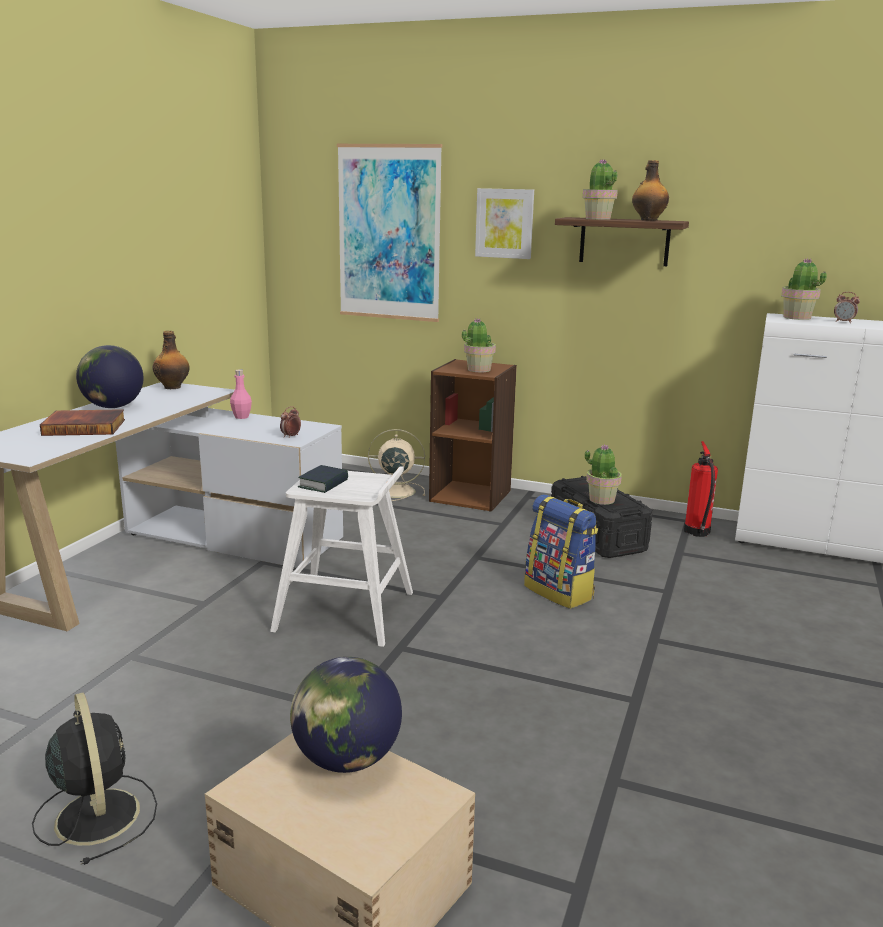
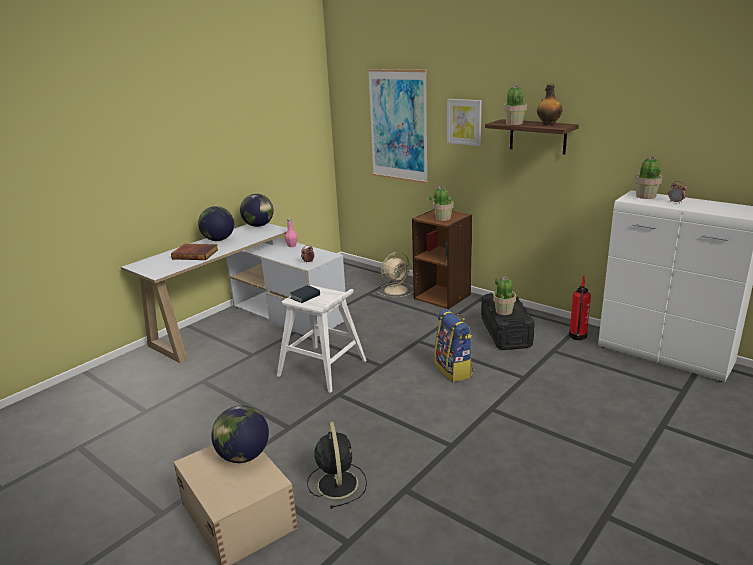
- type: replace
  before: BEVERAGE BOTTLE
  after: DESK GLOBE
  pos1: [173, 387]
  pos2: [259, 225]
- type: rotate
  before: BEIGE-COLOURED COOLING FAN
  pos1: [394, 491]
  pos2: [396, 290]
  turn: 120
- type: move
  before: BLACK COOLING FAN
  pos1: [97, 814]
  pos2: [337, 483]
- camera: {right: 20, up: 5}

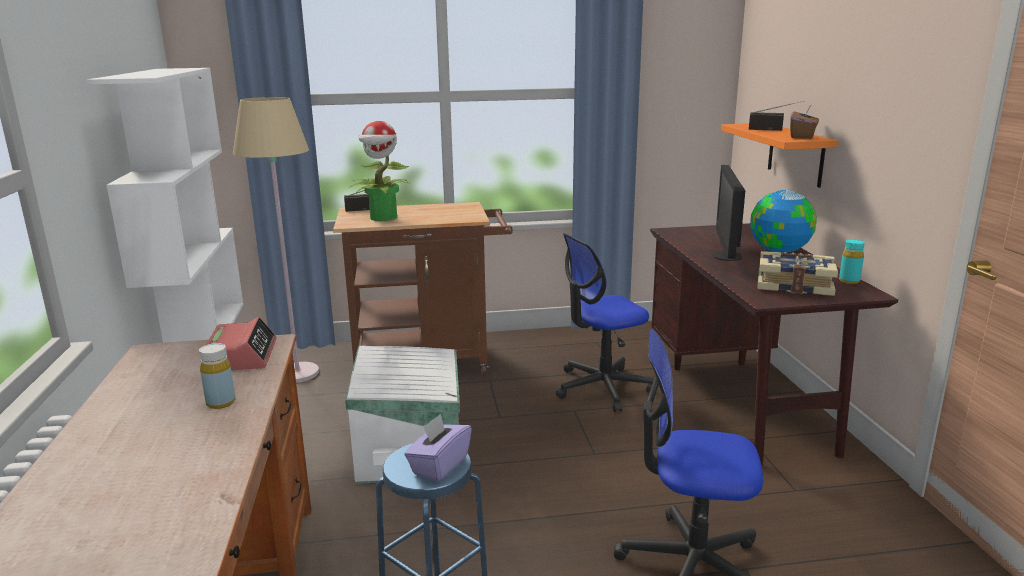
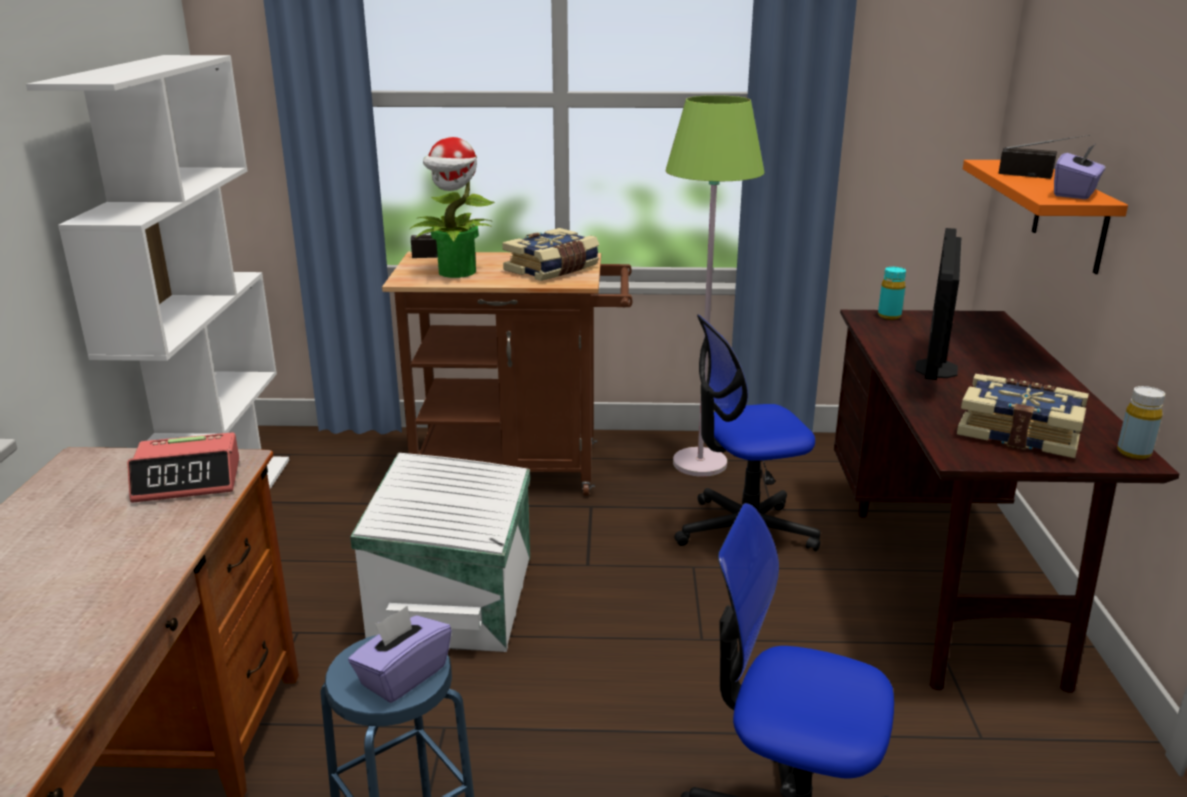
- type: delete
  before: BEIGE-COLOURED FLOOR LAMP
  pos1: [298, 373]
- type: recolor
  before: BROWN TISSUE HOLDER
  after: PURPLE TISSUE HOLDER
  pos1: [802, 136]
  pos2: [1075, 194]
- type: delete
  before: DESK GLOBE
  pos1: [779, 251]
- type: move
  before: BLUE-GREEN BEVERAGE BOTTLE
  pos1: [849, 281]
  pos2: [889, 316]
- type: rotate
  before: TABLE CLOCK
  pos1: [242, 356]
  pos2: [188, 480]
  turn: 75
- type: move
  before: YELLOW BEVERAGE BOTTLE
  pos1: [221, 403]
  pos2: [1133, 453]
- type: insert
  after: GREENISH FLOOR LAMP
  pos2: [700, 463]
- type: insert
  after: BOUND BOOK
  pos2: [553, 269]
- camera: {right: 10, up: 5}

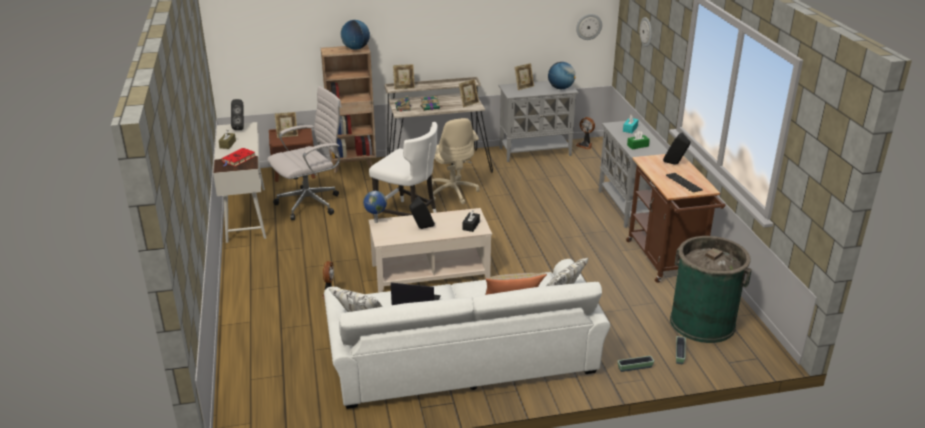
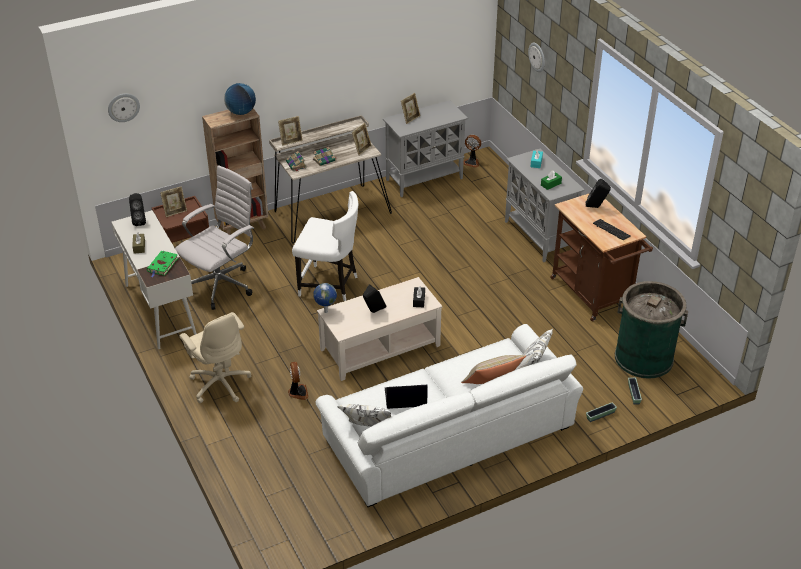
- type: move
  before: CLOCK ON THE WALL
  pos1: [588, 26]
  pos2: [123, 107]
- type: delete
  before: DESK GLOBE
  pos1: [560, 88]
- type: move
  before: BEIGE-COLOURED OFFICE CHAIR
  pos1: [452, 192]
  pos2: [220, 383]
- type: recolor
  before: REDDISH BOUND BOOK
  after: GREENISH BOUND BOOK
  pos1: [238, 159]
  pos2: [162, 265]
- camera: {right: -15, up: 10}

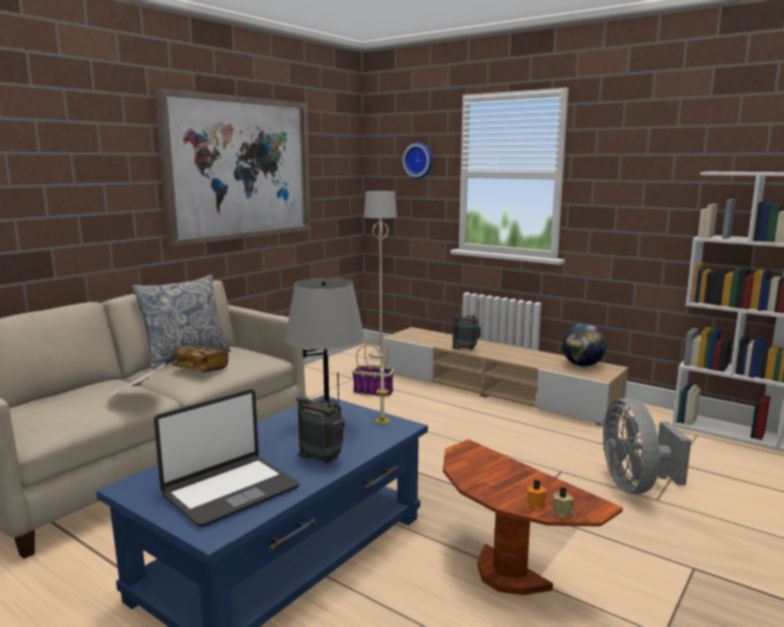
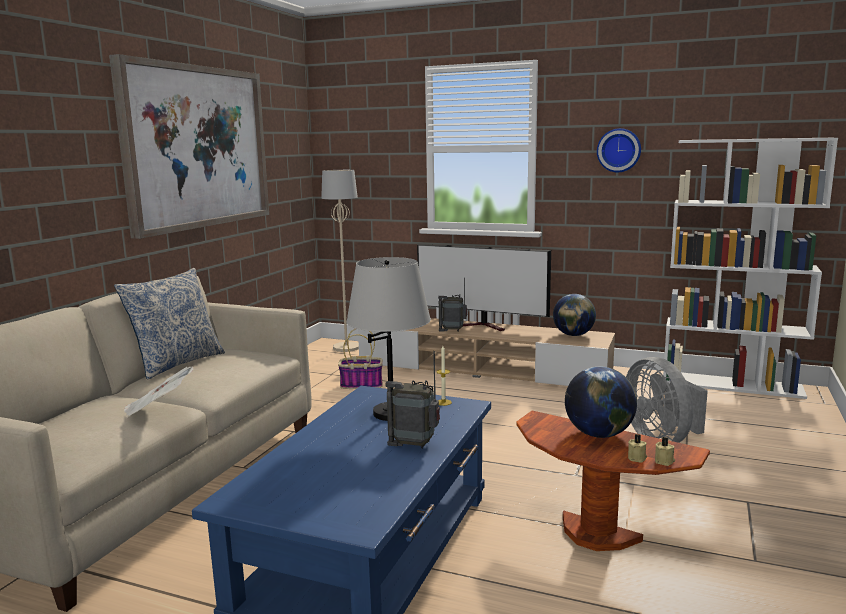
- type: move
  before: CLOCK ON THE WALL
  pos1: [419, 160]
  pos2: [619, 150]
- type: delete
  before: BOUND BOOK
  pos1: [200, 369]
- type: delete
  before: LAPTOP
  pos1: [230, 491]
- type: recolor
  before: ORANGE CANDLE
  after: BEIGE-COLOURED CANDLE
  pos1: [536, 504]
  pos2: [637, 458]
- type: insert
  after: TV
  pos2: [483, 326]
- type: insert
  after: DESK GLOBE
  pos2: [599, 434]
- camera: {right: -15, up: 0}

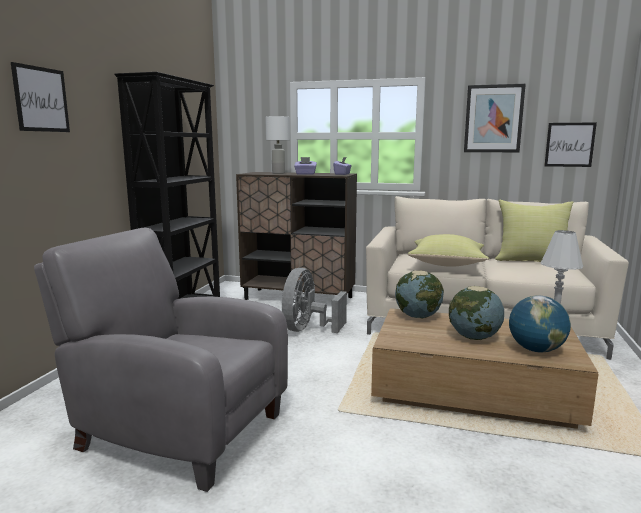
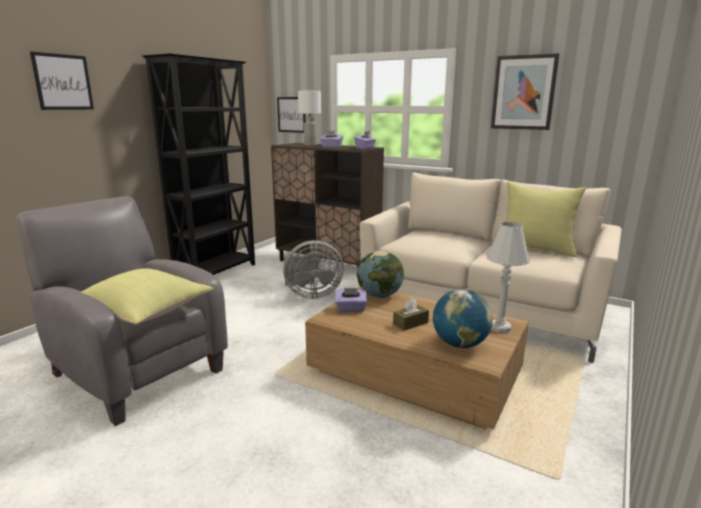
- type: move
  before: WALL ART
  pos1: [569, 144]
  pos2: [291, 114]
- type: move
  before: YELLOW PILLOW
  pos1: [447, 264]
  pos2: [147, 313]
- type: rotate
  before: GREY COOLING FAN
  pos1: [307, 329]
  pos2: [311, 294]
  turn: -135
- type: replace
  before: DESK GLOBE
  after: BROWN TISSUE HOLDER
  pos1: [474, 337]
  pos2: [410, 323]
- type: insert
  after: PURPLE TISSUE HOLDER
  pos2: [350, 309]
- camera: {right: 15, up: 5}

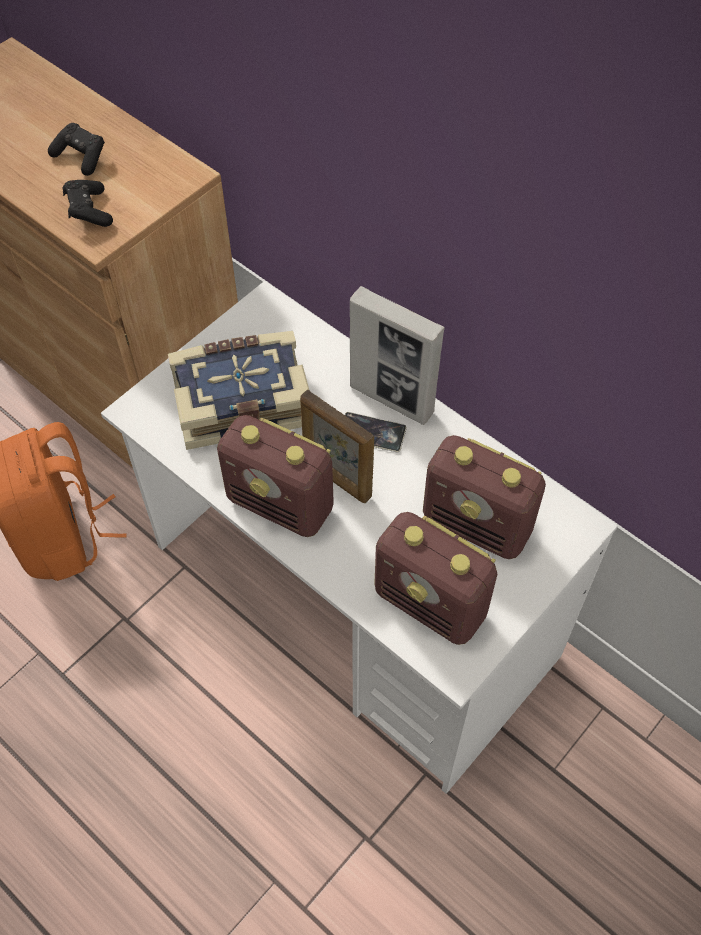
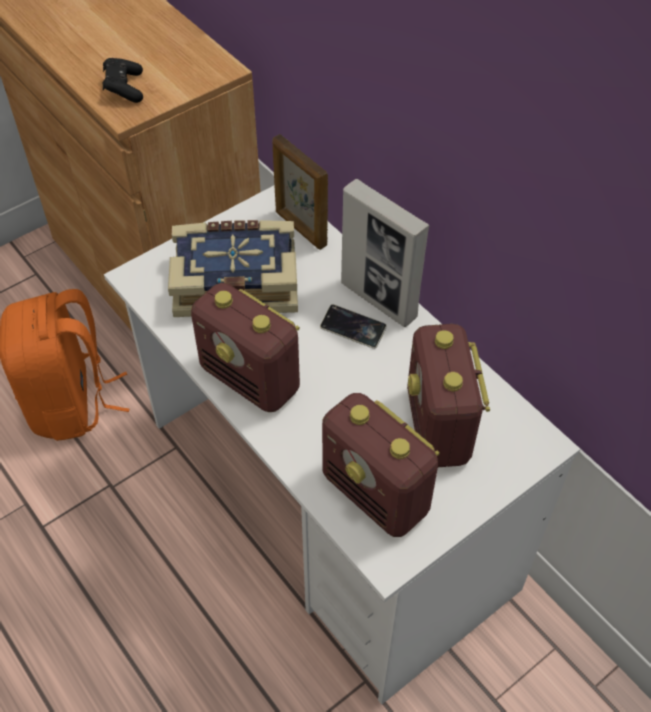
- type: delete
  before: BLACK GAMEPAD
  pos1: [81, 157]
- type: move
  before: PHOTO FRAME
  pos1: [336, 479]
  pos2: [300, 229]
- type: rotate
  before: RADIO
  pos1: [478, 525]
  pos2: [438, 427]
  turn: 45
- camera: {right: 10, up: -5}

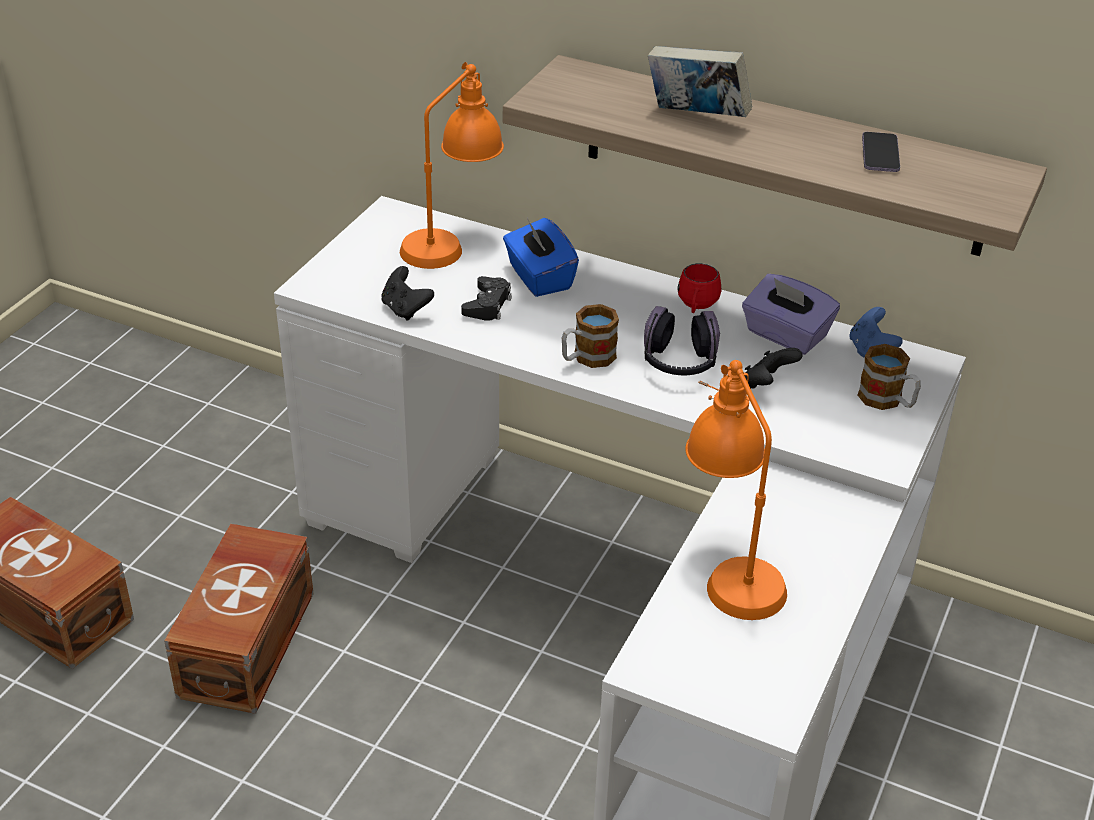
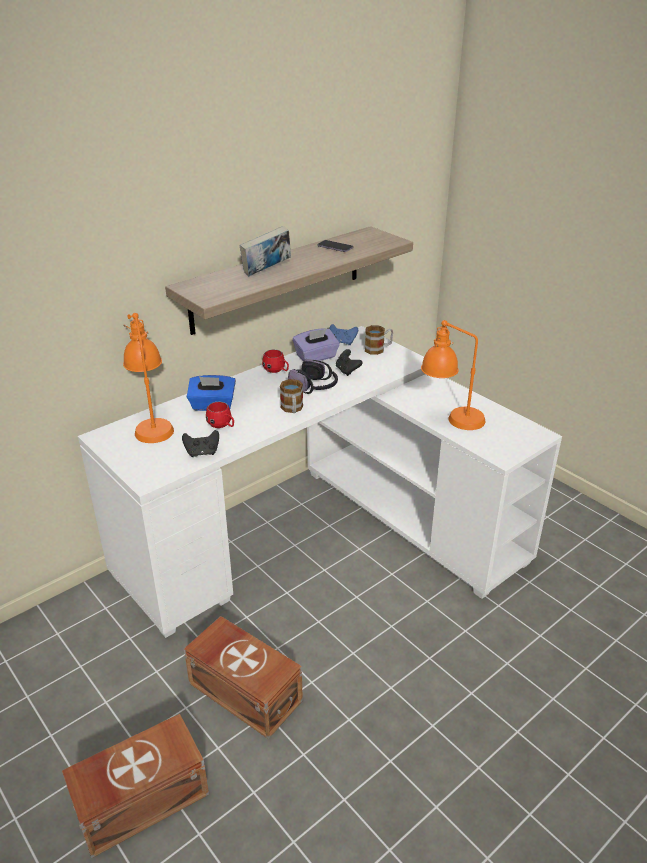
- type: replace
  before: BLACK GAMEPAD
  after: REDDISH TEA MUG
  pos1: [487, 305]
  pos2: [222, 426]
- camera: {right: -65, up: -5}

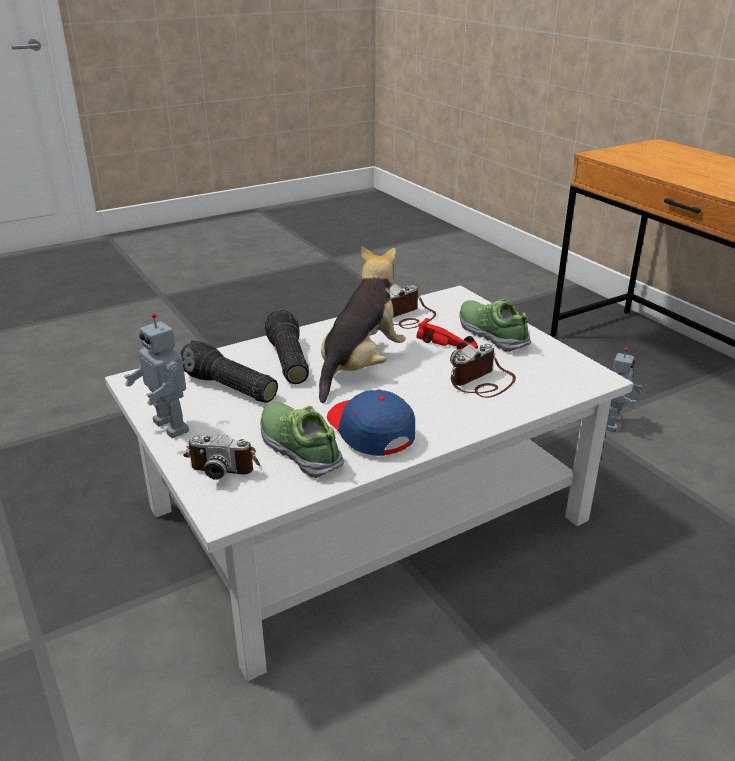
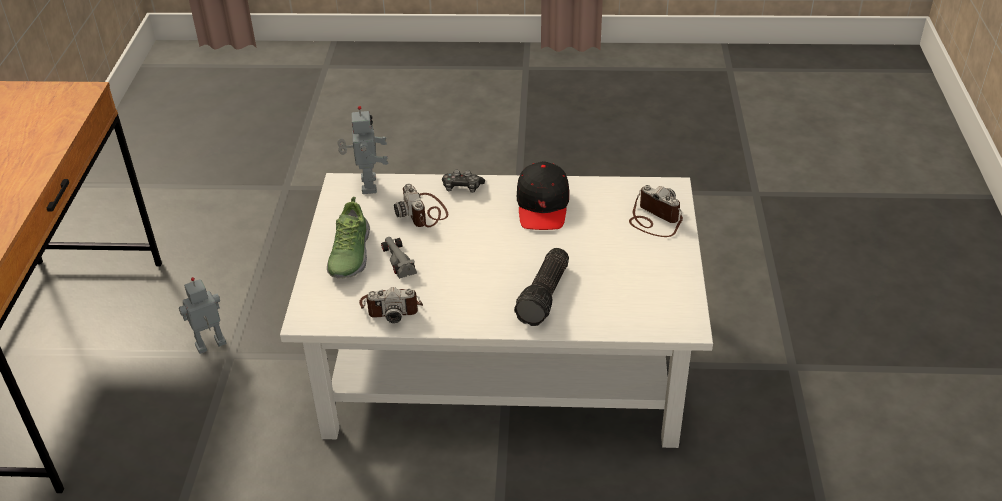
- type: delete
  before: CUDDLY TOY
  pos1: [360, 367]
- type: move
  before: MODEL ROBOT
  pos1: [173, 426]
  pos2: [367, 185]
- type: recolor
  before: REDDISH MODEL CAR
  after: GREY MODEL CAR
  pos1: [448, 343]
  pos2: [398, 259]
- type: delete
  before: TORCH
  pos1: [228, 387]
- type: rotate
  before: PHOTO CAMERA
  pos1: [482, 382]
  pos2: [423, 212]
  turn: 75
- type: recolor
  before: BLUE-COLOURED BASEBALL CAP
  after: BLACK BASEBALL CAP
  pos1: [369, 431]
  pos2: [543, 206]
- type: delete
  before: SHOE
  pos1: [300, 448]
- type: insert
  after: GAMEPAD
  pos2: [462, 187]
- camera: {right: -145, up: 10}

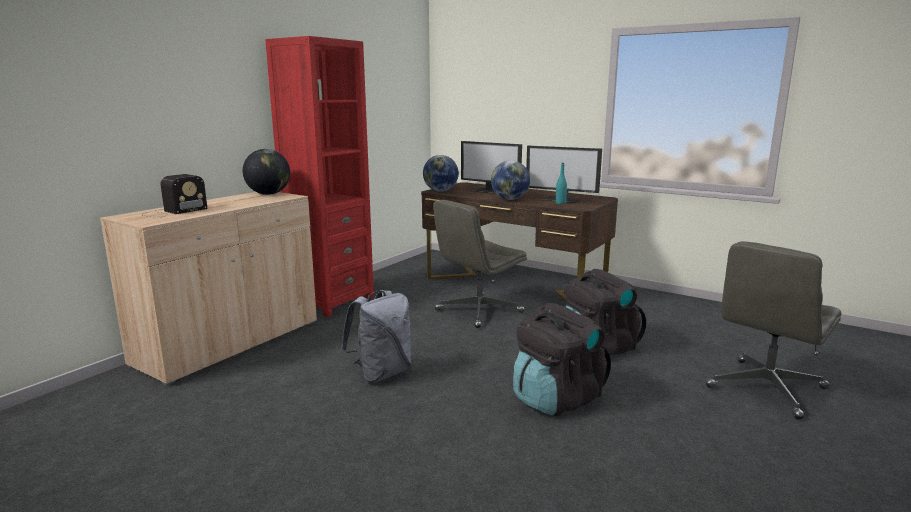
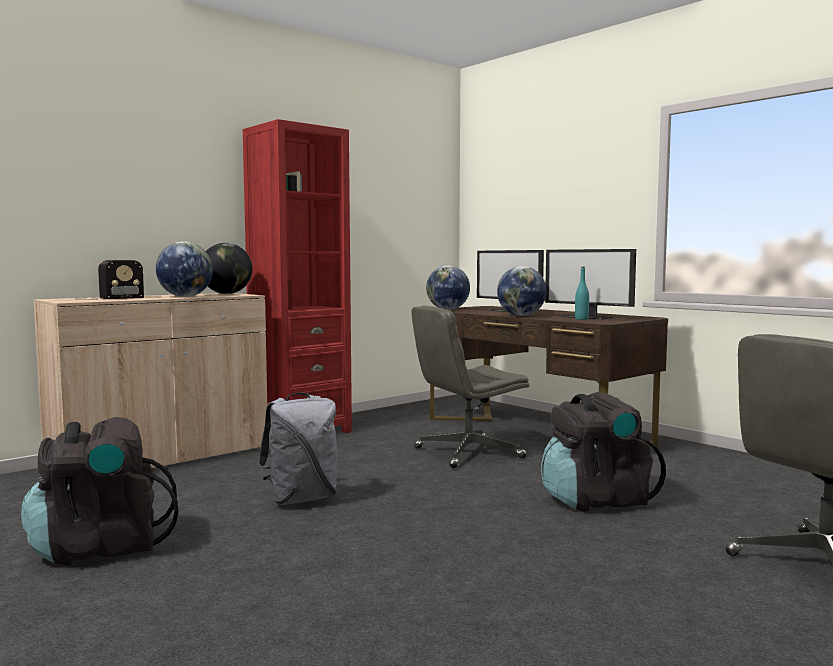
- type: move
  before: BLACK BACKPACK
  pos1: [556, 398]
  pos2: [101, 548]
- type: insert
  after: DESK GLOBE
  pos2: [185, 296]
- camera: {right: 15, up: -10}

